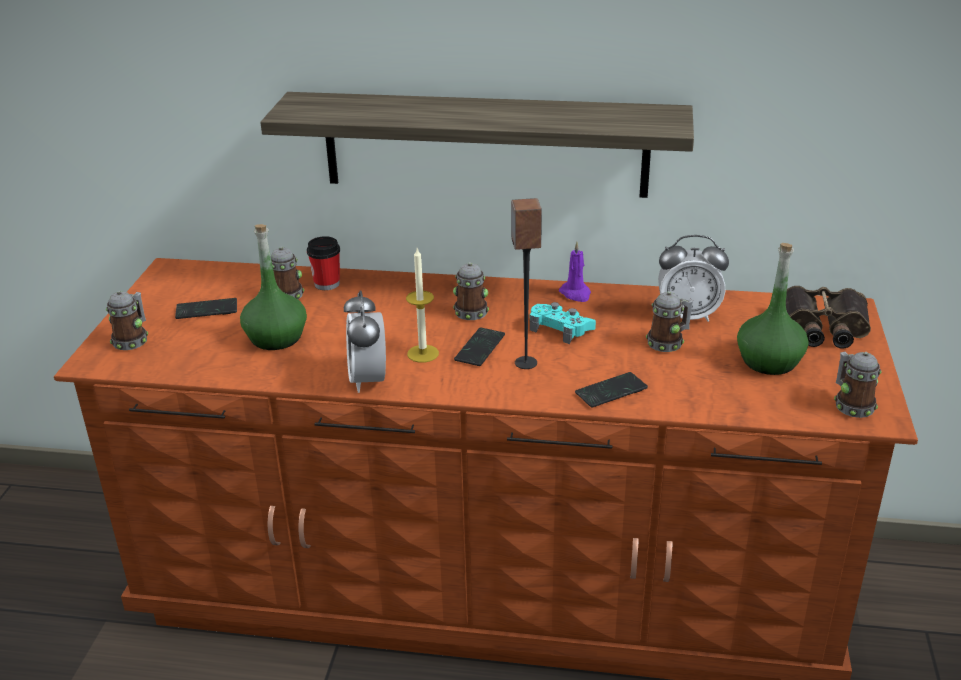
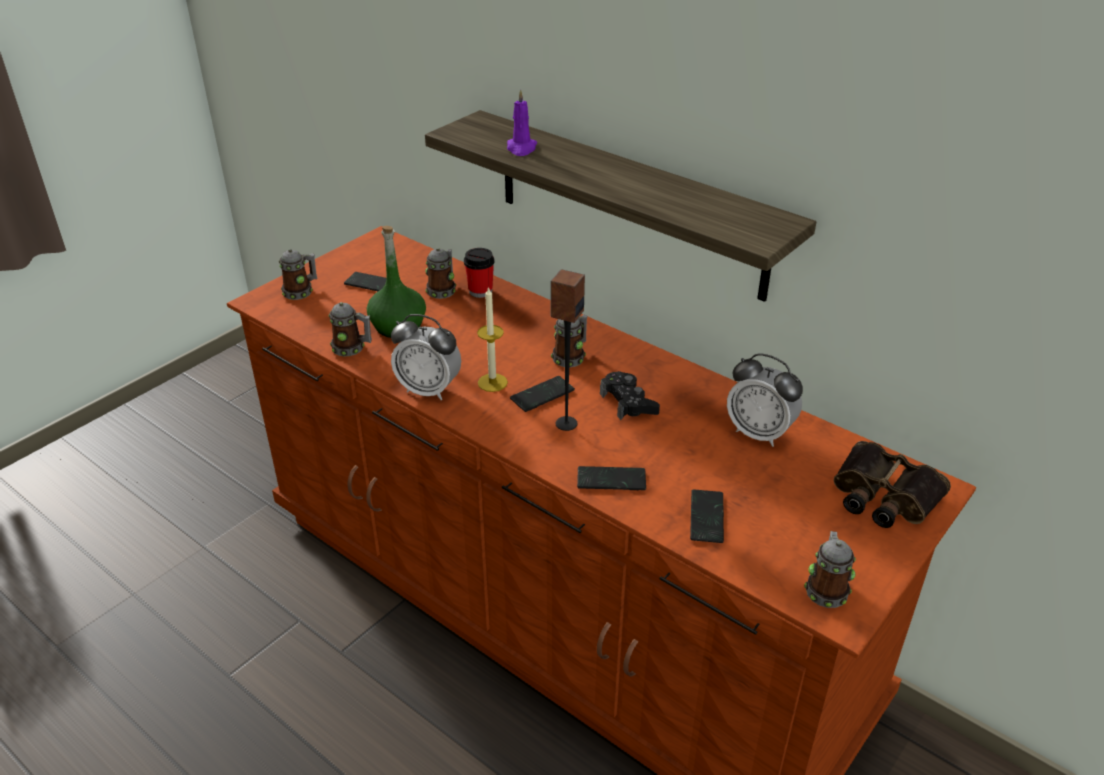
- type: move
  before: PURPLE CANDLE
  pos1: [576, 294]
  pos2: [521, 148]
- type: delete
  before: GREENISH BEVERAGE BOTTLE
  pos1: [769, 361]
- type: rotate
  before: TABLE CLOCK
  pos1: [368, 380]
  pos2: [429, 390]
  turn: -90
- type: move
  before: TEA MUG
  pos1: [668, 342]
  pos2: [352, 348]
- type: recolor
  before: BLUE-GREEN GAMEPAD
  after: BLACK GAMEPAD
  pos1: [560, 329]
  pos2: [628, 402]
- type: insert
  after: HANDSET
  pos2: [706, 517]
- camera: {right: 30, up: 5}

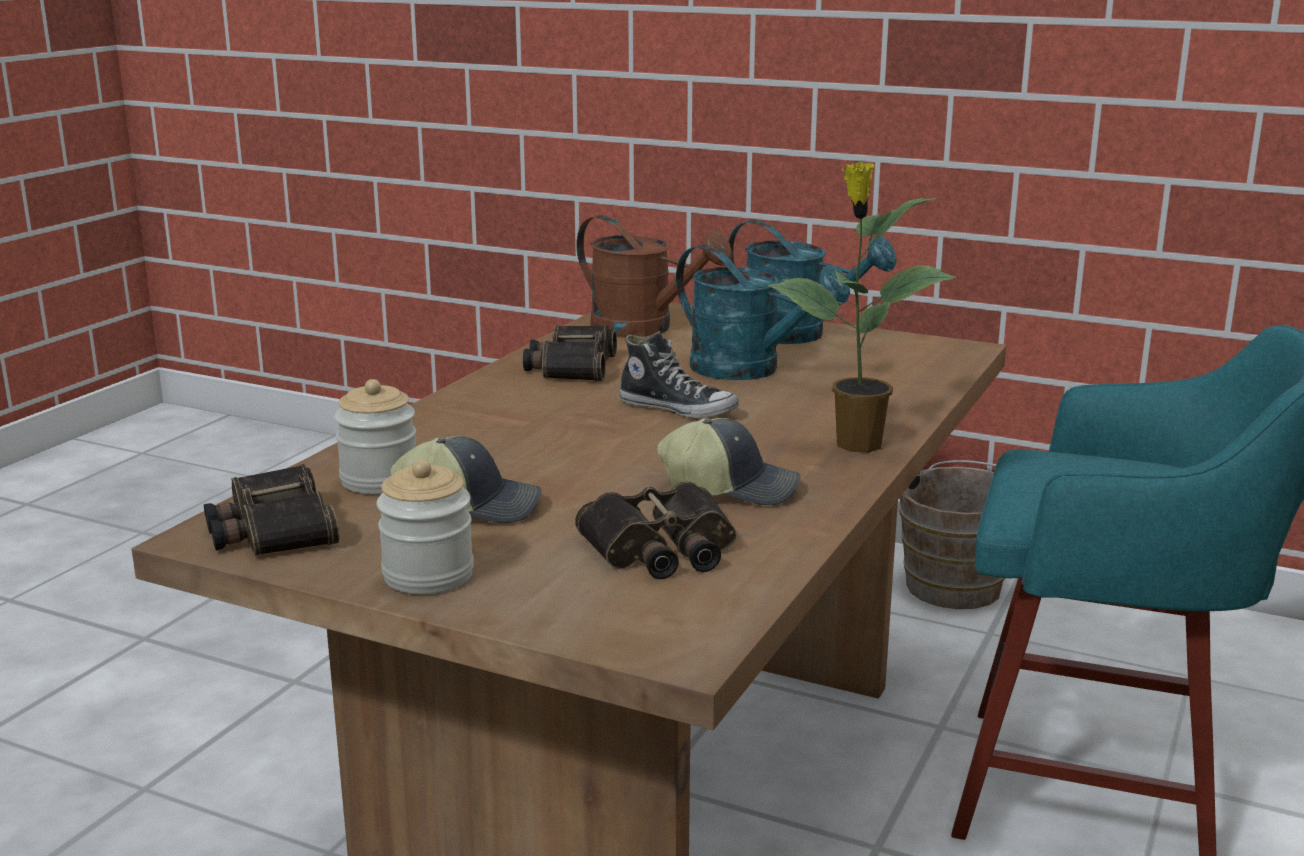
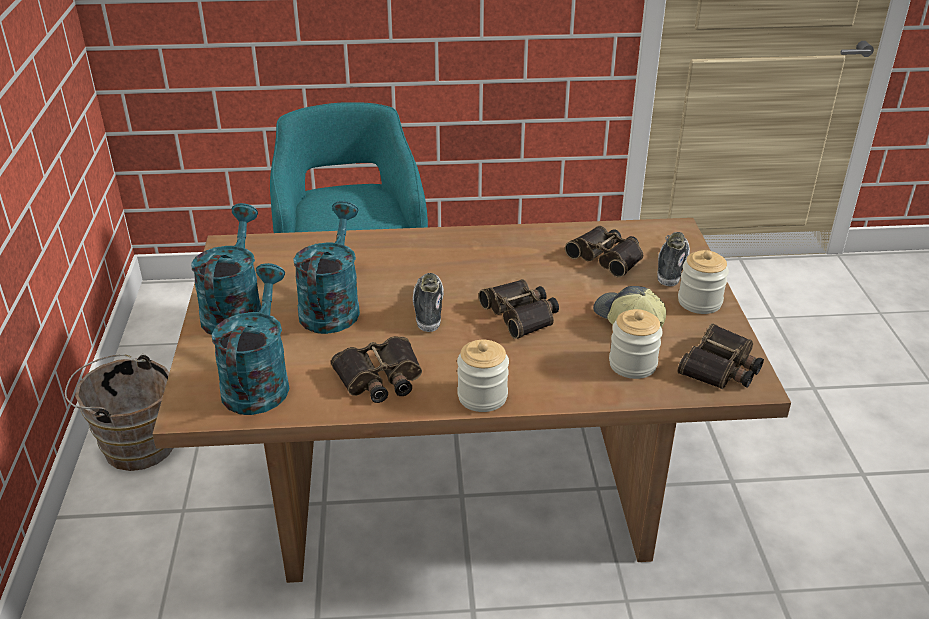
- type: delete
  before: POTTED PLANT
  pos1: [856, 445]
- type: recolor
  before: BROWN WATERING CAN
  after: BLUE-GREEN WATERING CAN
  pos1: [644, 328]
  pos2: [258, 381]
- type: delete
  before: BASEBALL CAP
  pos1: [731, 488]
- type: insert
  after: SHOE
  pos2: [671, 266]
- type: insert
  after: BINOCULARS
  pos2: [521, 314]
- type: insert
  after: JAR
  pos2: [482, 396]
- camera: {right: -120, up: 15}

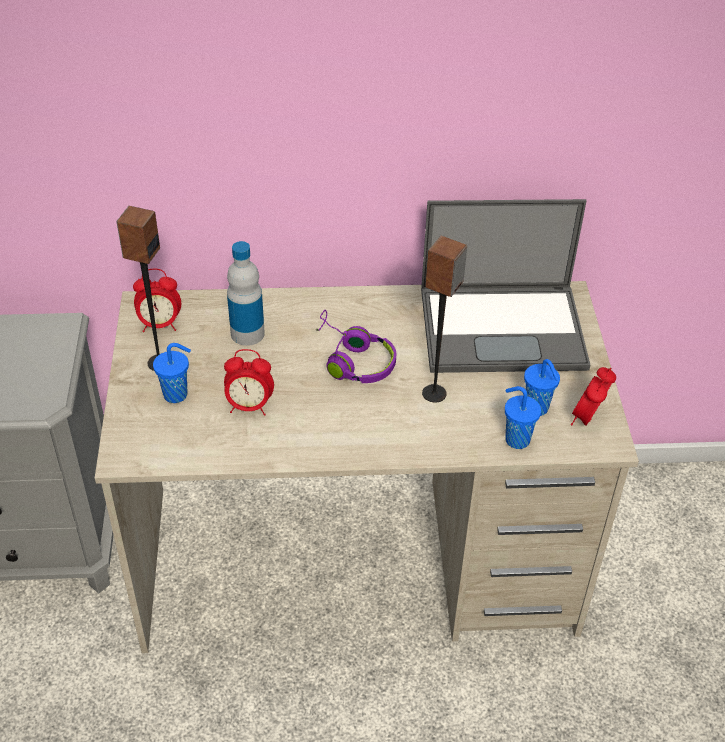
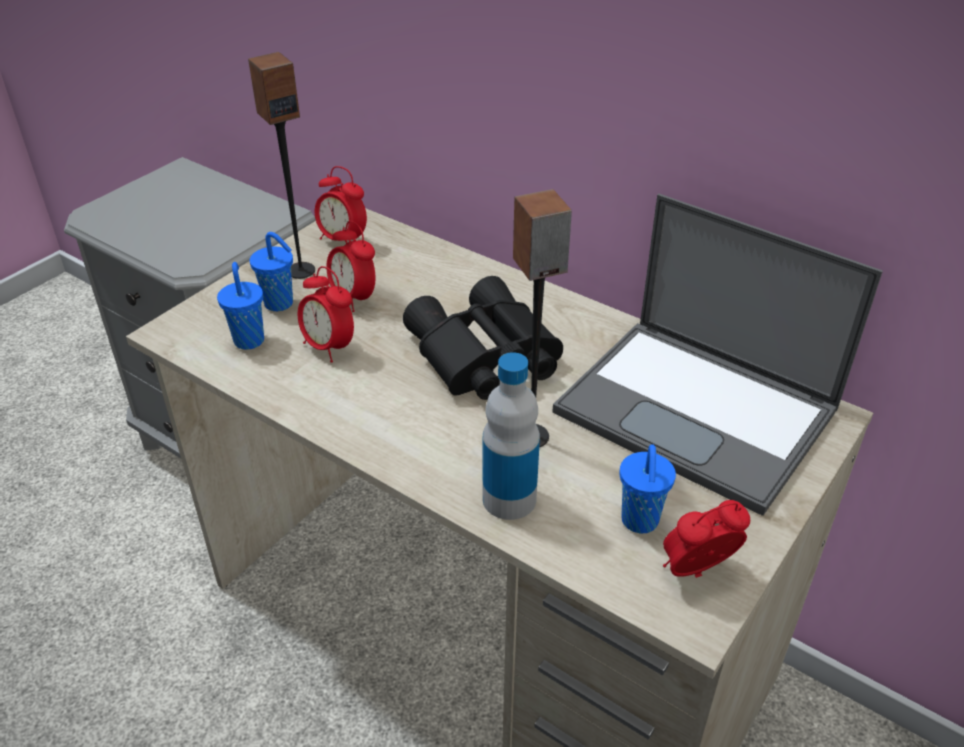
- type: move
  before: BEVERAGE BOTTLE
  pos1: [247, 333]
  pos2: [509, 499]
- type: replace
  before: PURPLE HEADSET
  after: BLACK BINOCULARS
  pos1: [352, 360]
  pos2: [482, 357]
- type: move
  before: BLUE-COLOURED CUP
  pos1: [516, 439]
  pos2: [249, 339]
- type: insert
  after: TABLE CLOCK
  pos2: [353, 298]
- camera: {right: 40, up: -5}

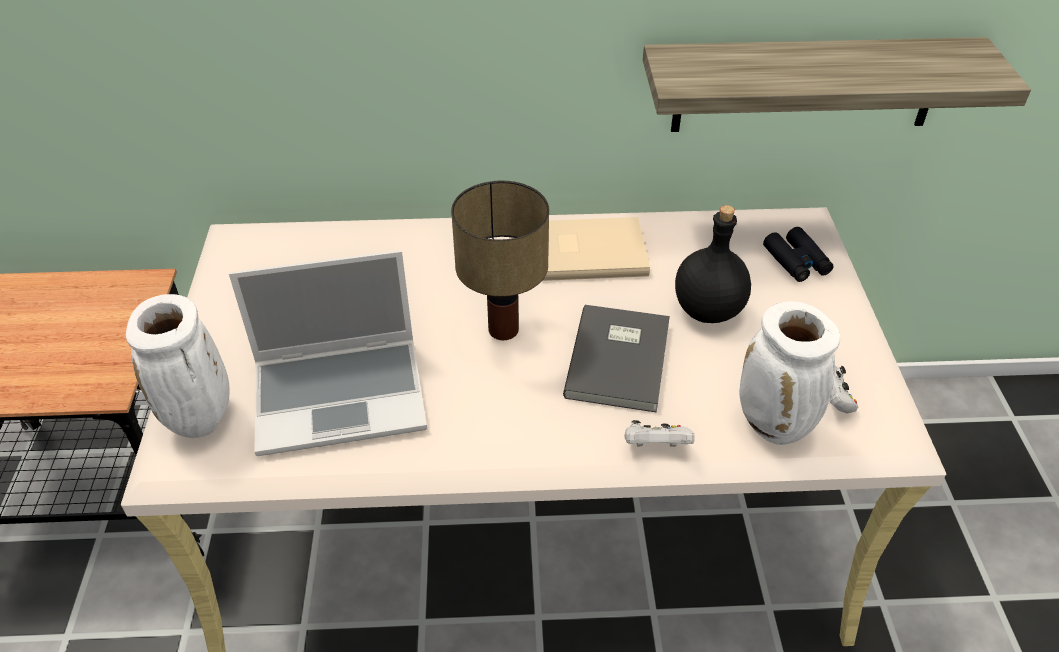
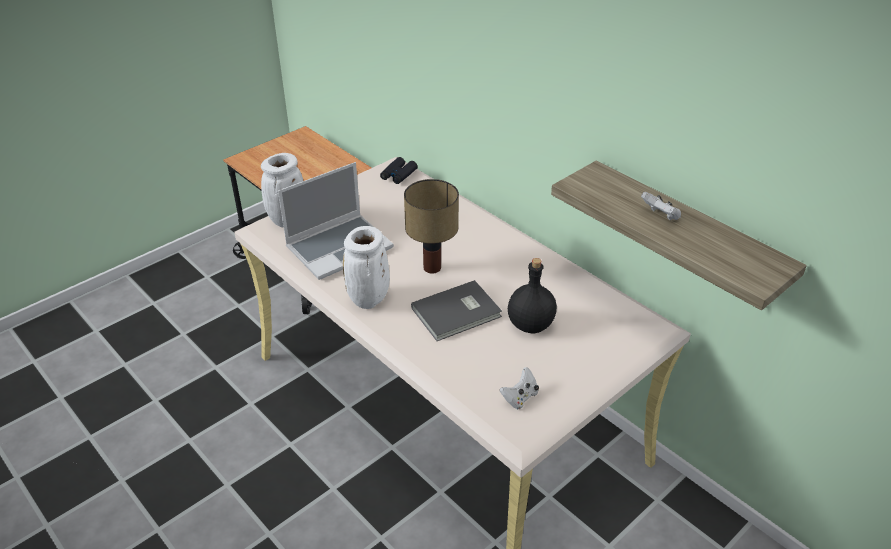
- type: delete
  before: BEIGE-COLOURED BOUND BOOK
  pos1: [587, 251]
- type: move
  before: BLACK BINOCULARS
  pos1: [796, 261]
  pos2: [398, 175]
- type: rotate
  before: LAPTOP
  pos1: [342, 395]
  pos2: [340, 247]
  turn: -75
- type: move
  before: WHITE VASE
  pos1: [775, 426]
  pos2: [369, 301]
- type: move
  before: WHITE GAMEPAD
  pos1: [655, 447]
  pos2: [660, 216]
- camera: {right: 50, up: -5}

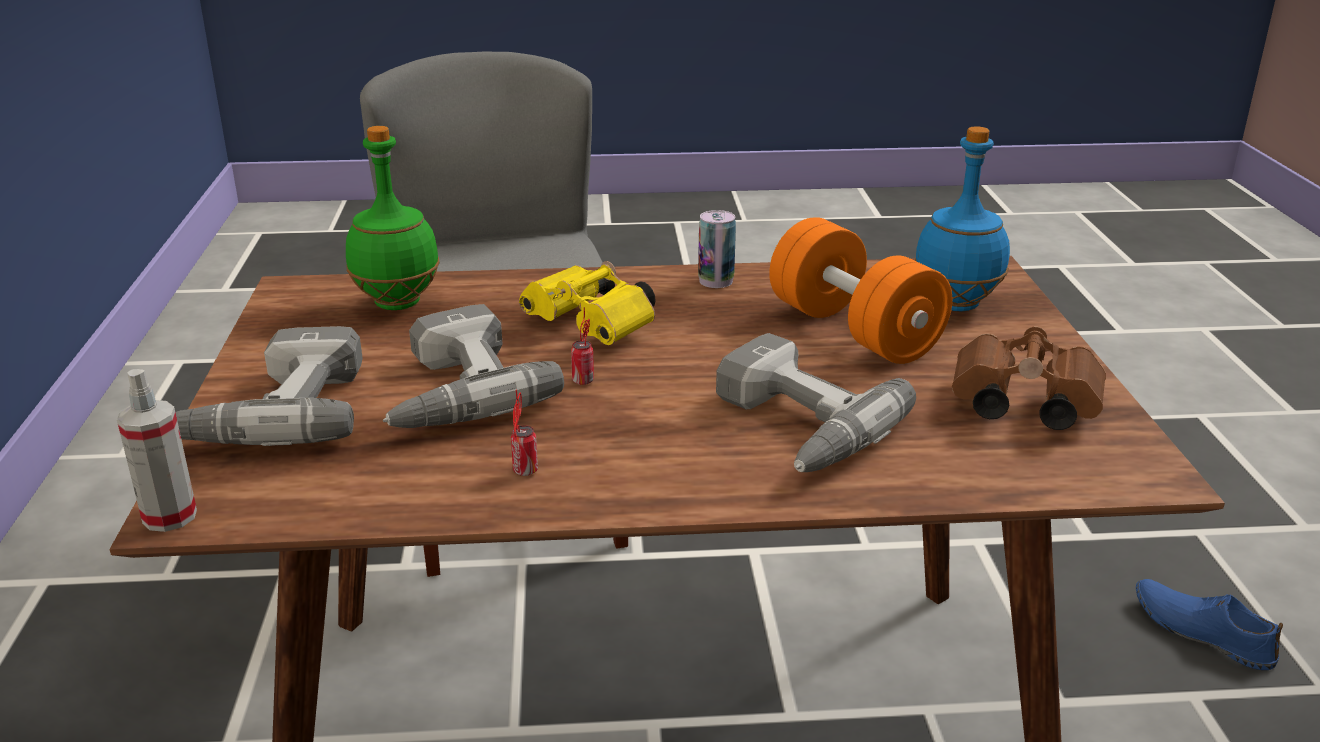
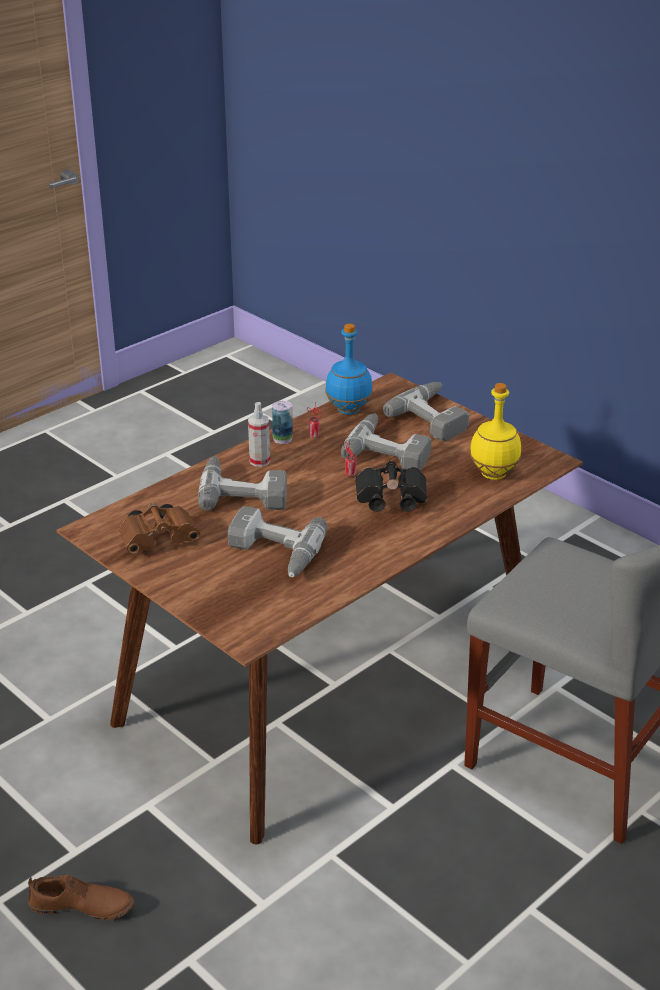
- type: recolor
  before: GREENISH BEVERAGE BOTTLE
  after: YELLOW BEVERAGE BOTTLE
  pos1: [396, 303]
  pos2: [494, 474]
- type: move
  before: BLUE-COLOURED BEVERAGE BOTTLE
  pos1: [957, 305]
  pos2: [348, 410]
- type: move
  before: METAL CAN
  pos1: [716, 281]
  pos2: [282, 439]
- type: replace
  before: ORANGE DUMBBELL
  after: POWER DRILL
  pos1: [854, 331]
  pos2: [272, 553]
- type: recolor
  before: YELLOW BINOCULARS
  after: BLACK BINOCULARS
  pos1: [595, 327]
  pos2: [389, 501]
- type: move
  before: SPRAYER
  pos1: [169, 516]
  pos2: [259, 461]
- type: recolor
  before: BLUE-COLOURED SHOE
  after: BROWN SHOE
  pos1: [1201, 631]
  pos2: [82, 907]
- camera: {right: 140, up: 5}

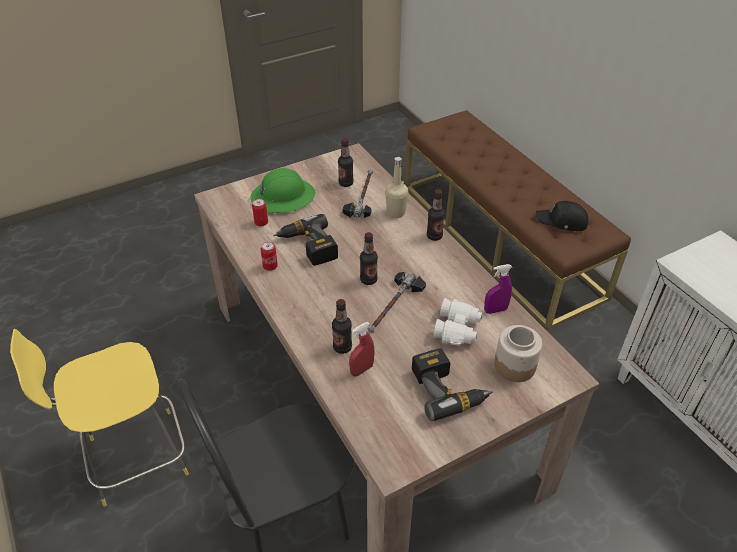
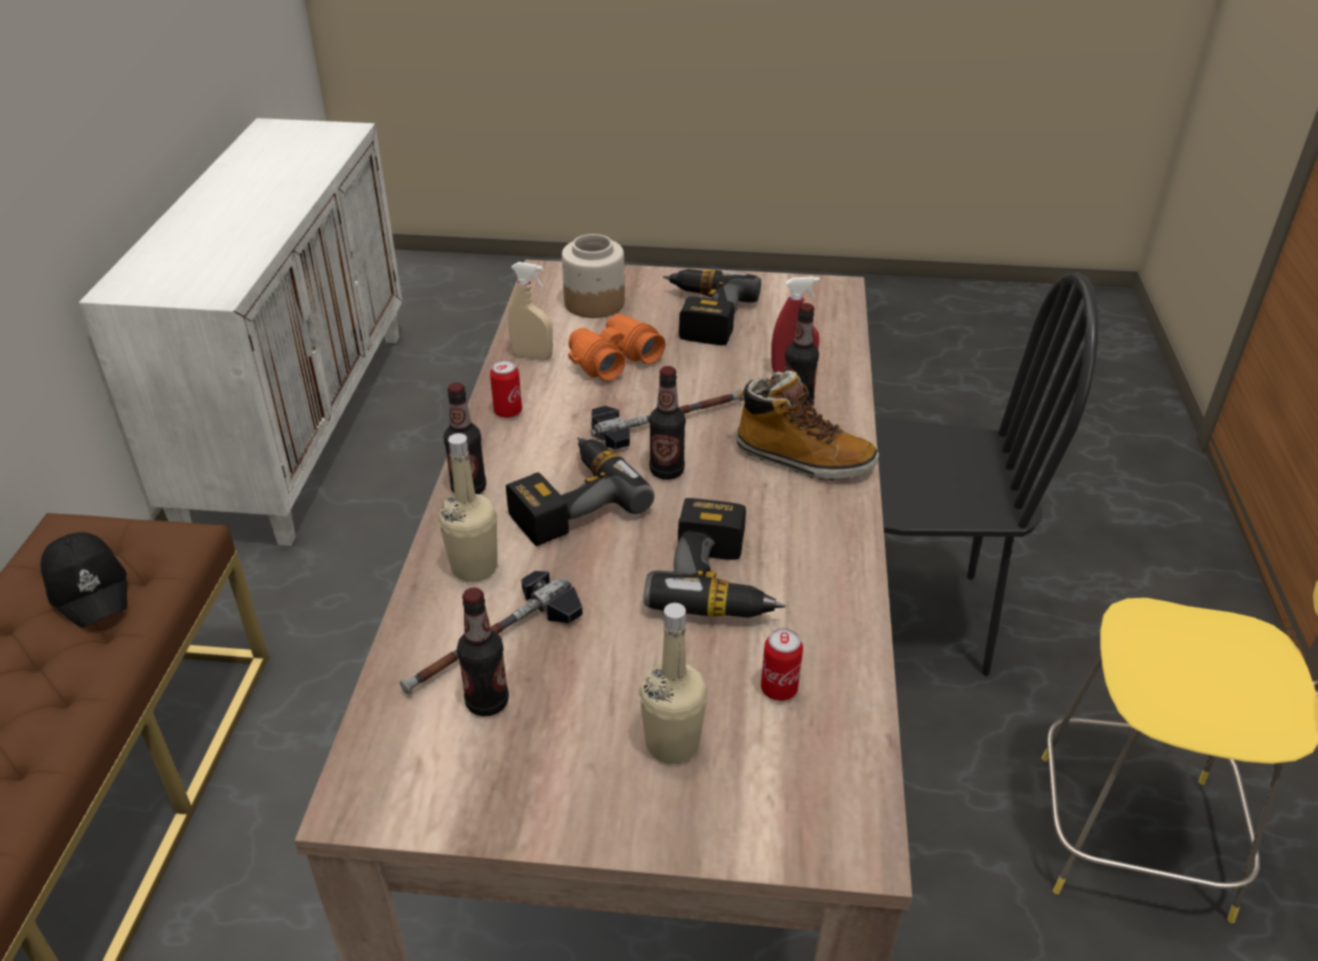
- type: replace
  before: GREENISH SAFETY HELMET
  after: BEIGE-COLOURED BEVERAGE BOTTLE
  pos1: [283, 196]
  pos2: [672, 744]
- type: move
  before: METAL CAN
  pos1: [270, 266]
  pos2: [508, 412]
- type: recolor
  before: PURPLE SPRAYER
  after: BEIGE-COLOURED SPRAYER
  pos1: [495, 310]
  pos2: [532, 356]
- type: recolor
  before: WHITE BINOCULARS
  after: ORANGE BINOCULARS
  pos1: [457, 329]
  pos2: [613, 359]
- type: insert
  after: BOOT
  pos2: [803, 459]
- type: insert
  after: POWER DRILL
  pos2: [571, 500]
- camera: {right: -145, up: -5}

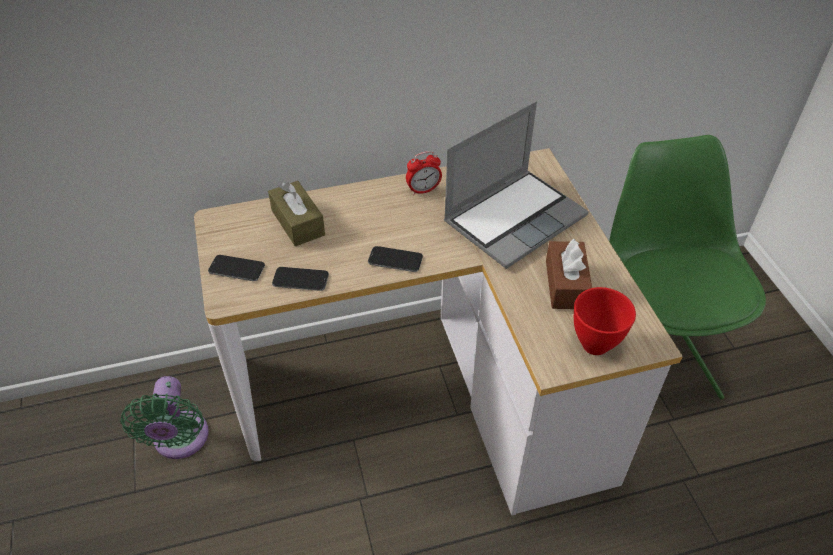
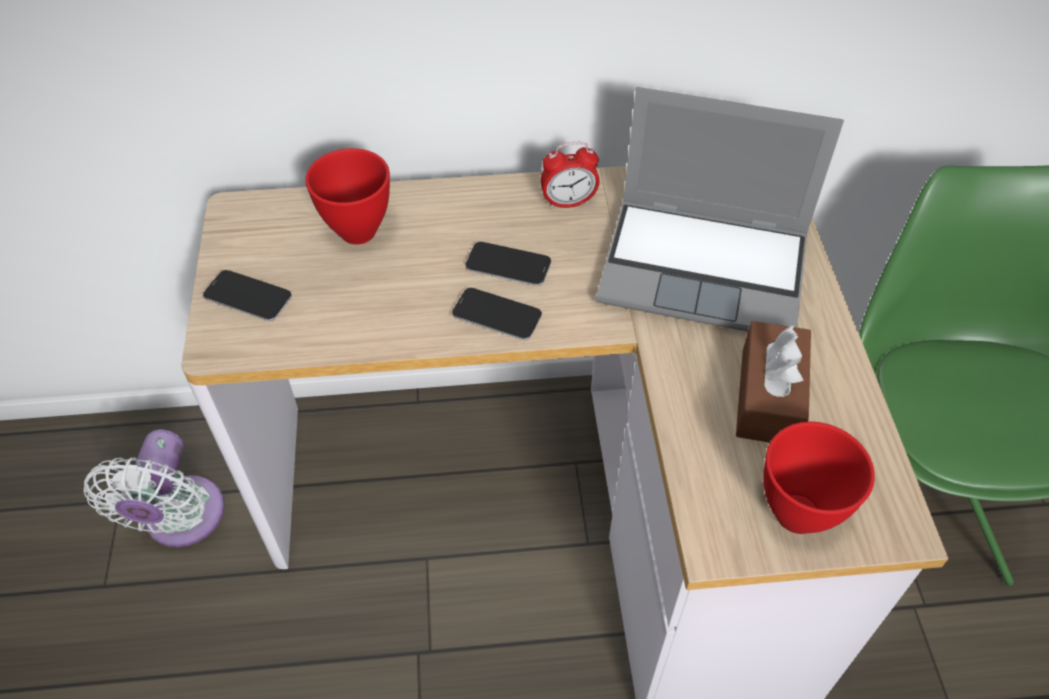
- type: rotate
  before: LAPTOP
  pos1: [515, 218]
  pos2: [706, 268]
  turn: 45
- type: replace
  before: BROWN TISSUE HOLDER
  after: REDDISH BOWL
  pos1: [298, 222]
  pos2: [360, 232]
- type: move
  before: HANDSET
  pos1: [300, 280]
  pos2: [508, 265]
- type: recolor
  before: GREENISH COOLING FAN
  after: WHITE COOLING FAN
  pos1: [180, 441]
  pos2: [181, 520]
- camera: {right: 10, up: 5}

